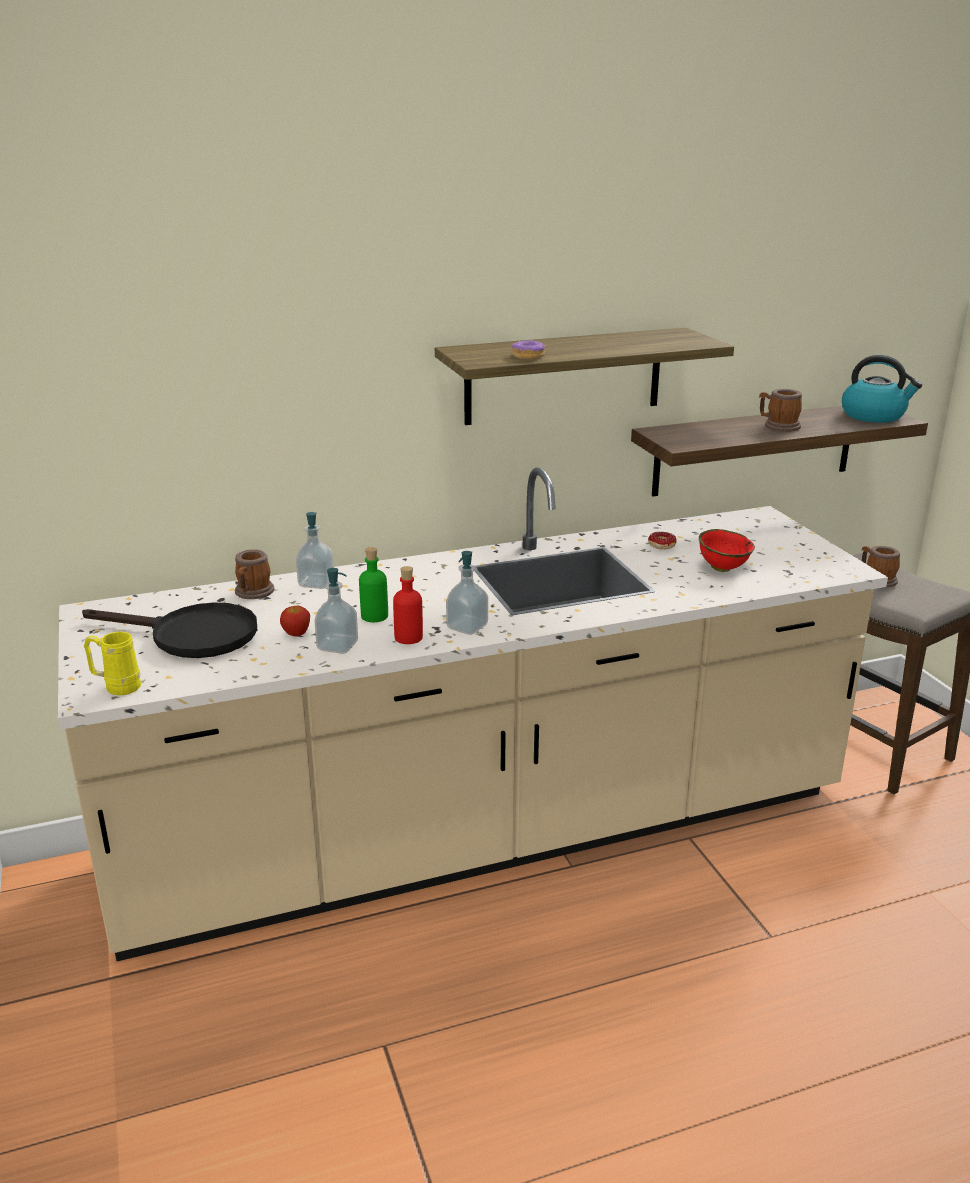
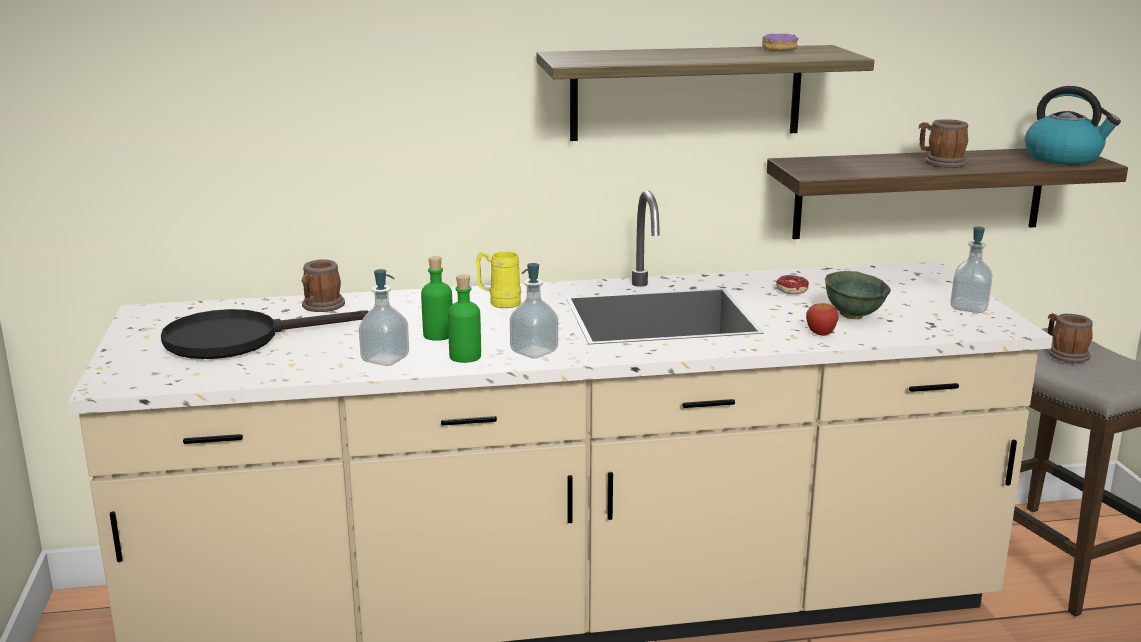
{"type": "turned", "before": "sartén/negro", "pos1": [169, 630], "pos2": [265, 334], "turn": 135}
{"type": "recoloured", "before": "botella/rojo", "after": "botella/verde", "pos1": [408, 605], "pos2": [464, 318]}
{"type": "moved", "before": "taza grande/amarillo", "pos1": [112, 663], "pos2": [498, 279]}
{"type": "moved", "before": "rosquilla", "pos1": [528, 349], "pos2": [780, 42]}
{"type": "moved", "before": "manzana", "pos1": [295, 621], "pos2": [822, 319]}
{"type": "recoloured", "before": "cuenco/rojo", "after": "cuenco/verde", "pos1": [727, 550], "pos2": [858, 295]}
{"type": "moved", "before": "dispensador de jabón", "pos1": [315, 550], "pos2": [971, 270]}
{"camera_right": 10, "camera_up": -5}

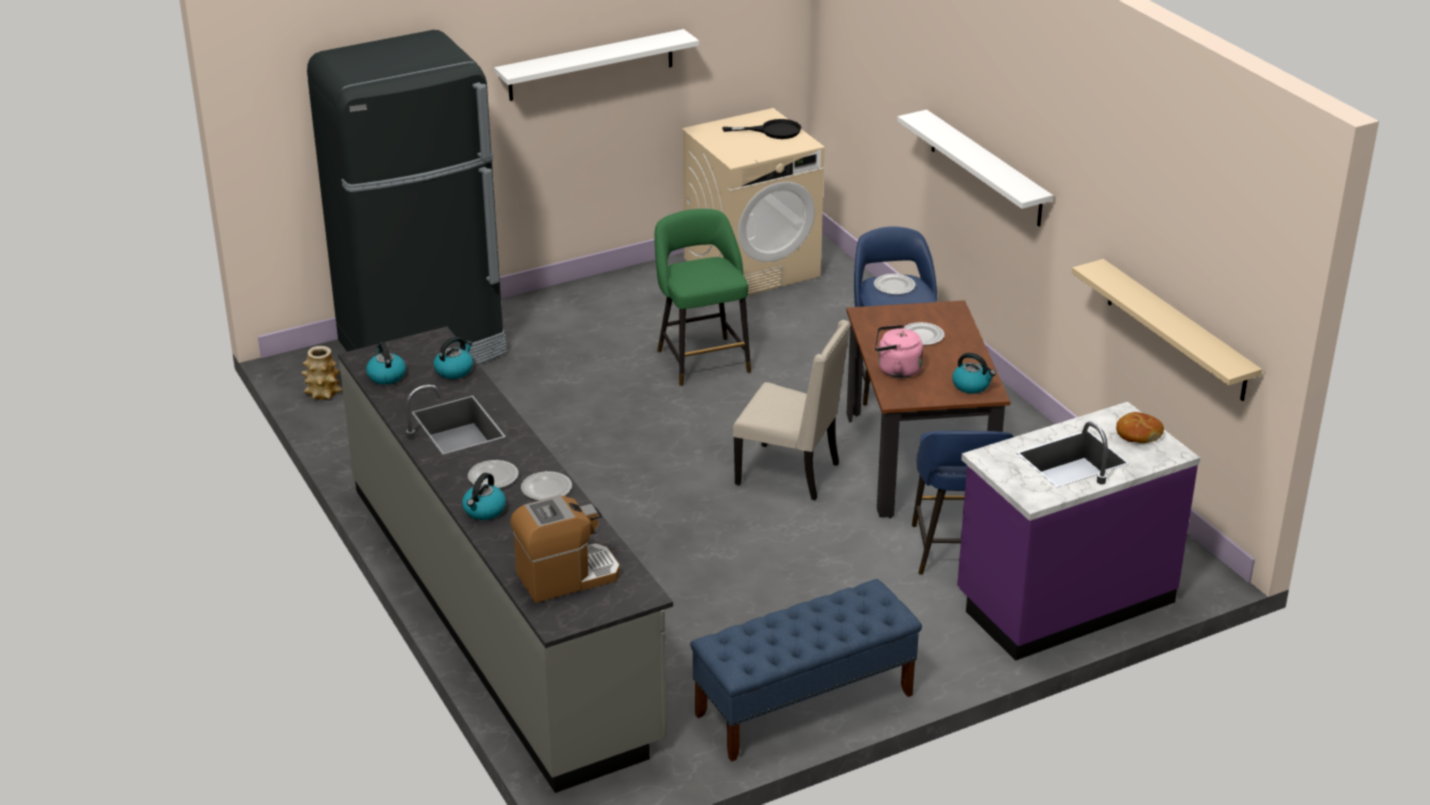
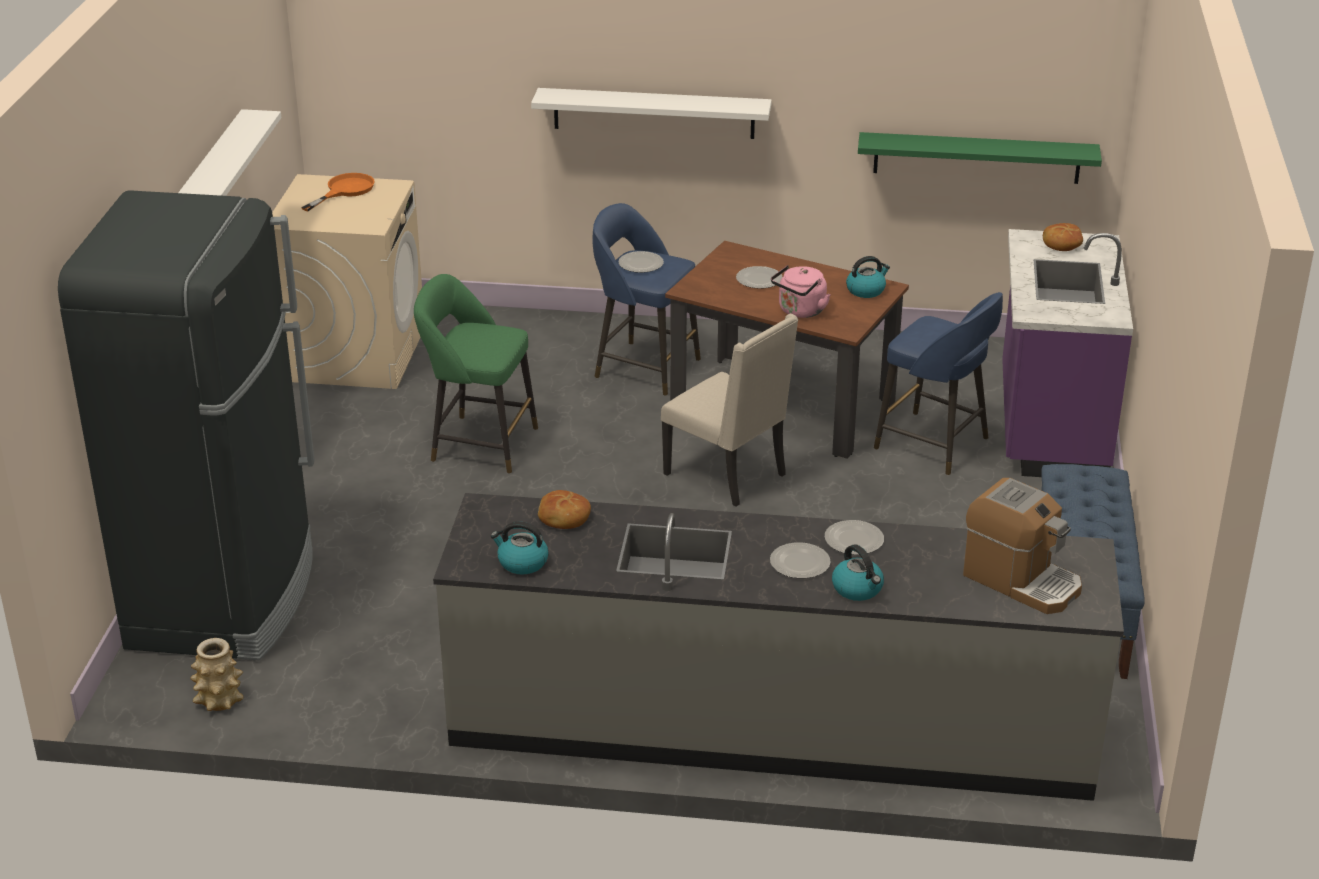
{"type": "recoloured", "before": "sartén/negro", "after": "sartén/naranja", "pos1": [761, 129], "pos2": [337, 192]}
{"type": "replaced", "before": "hervidor", "after": "pan", "pos1": [453, 358], "pos2": [564, 509]}
{"type": "turned", "before": "silla/beis", "pos1": [792, 410], "pos2": [729, 410], "turn": 75}
{"type": "recoloured", "before": "estante/beis", "after": "estante/verde", "pos1": [1167, 330], "pos2": [980, 158]}
{"type": "turned", "before": "cafetera", "pos1": [565, 549], "pos2": [1022, 546], "turn": 120}
{"camera_right": -55, "camera_up": 0}

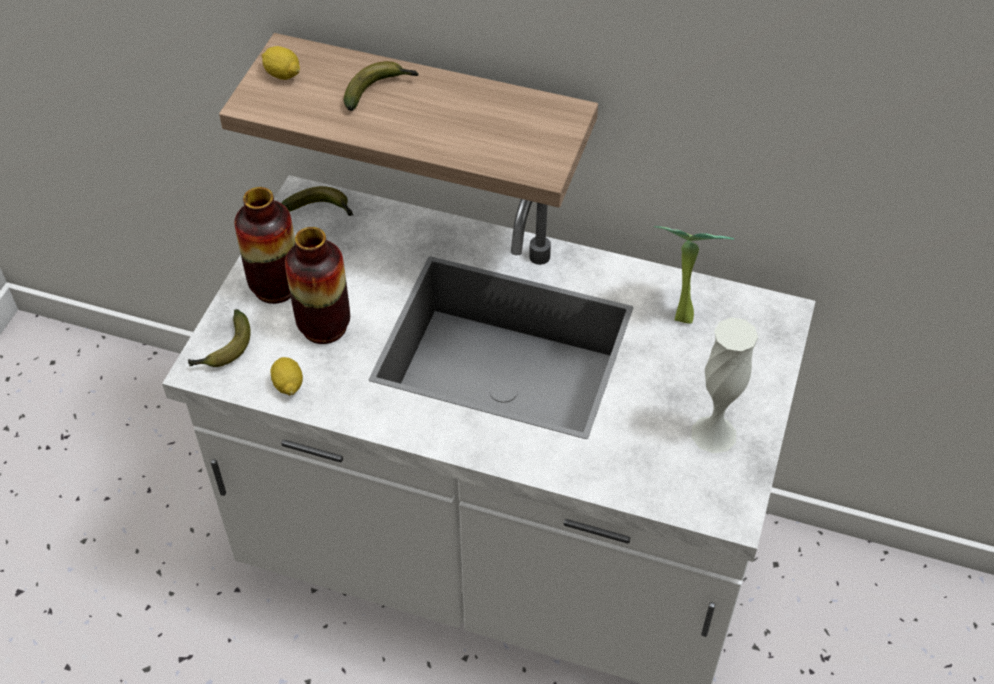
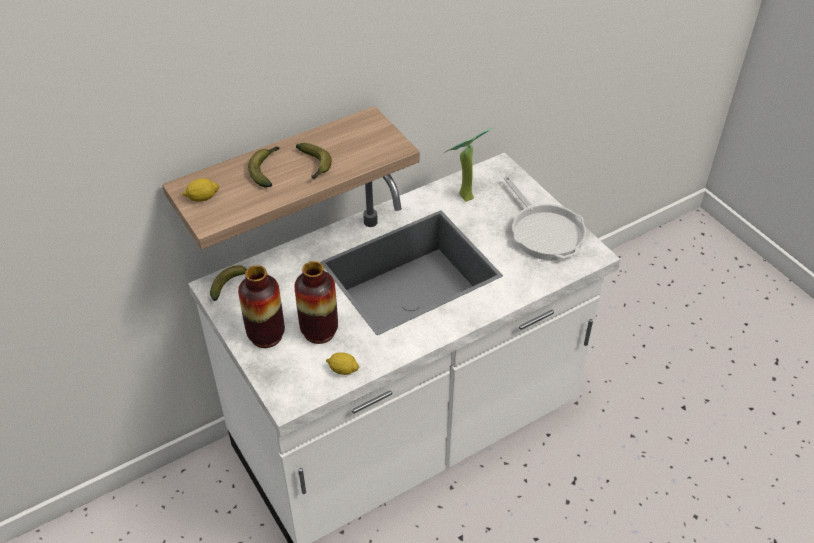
{"type": "moved", "before": "plátano", "pos1": [219, 338], "pos2": [314, 161]}
{"type": "replaced", "before": "florero/blanco", "after": "sartén", "pos1": [724, 385], "pos2": [545, 218]}
{"camera_right": -50, "camera_up": -5}

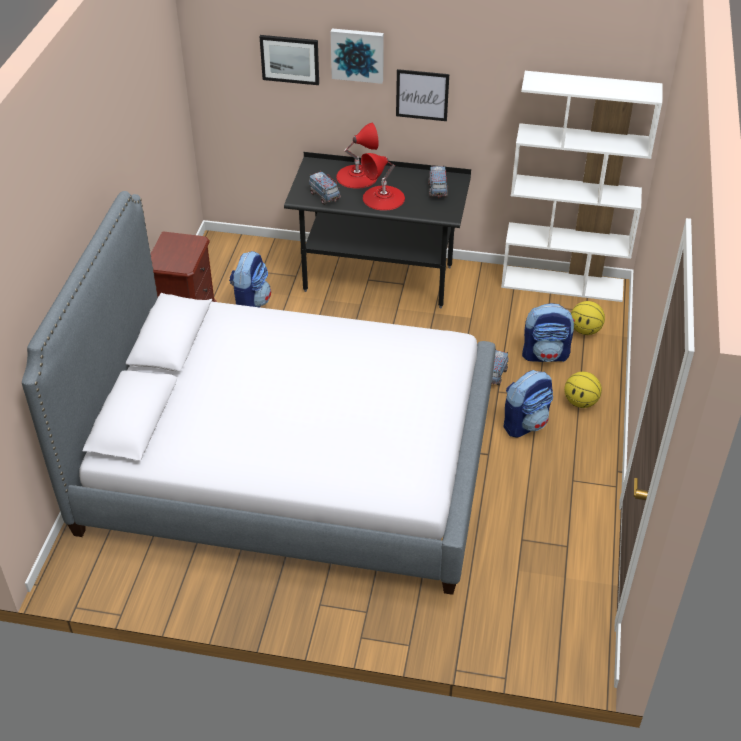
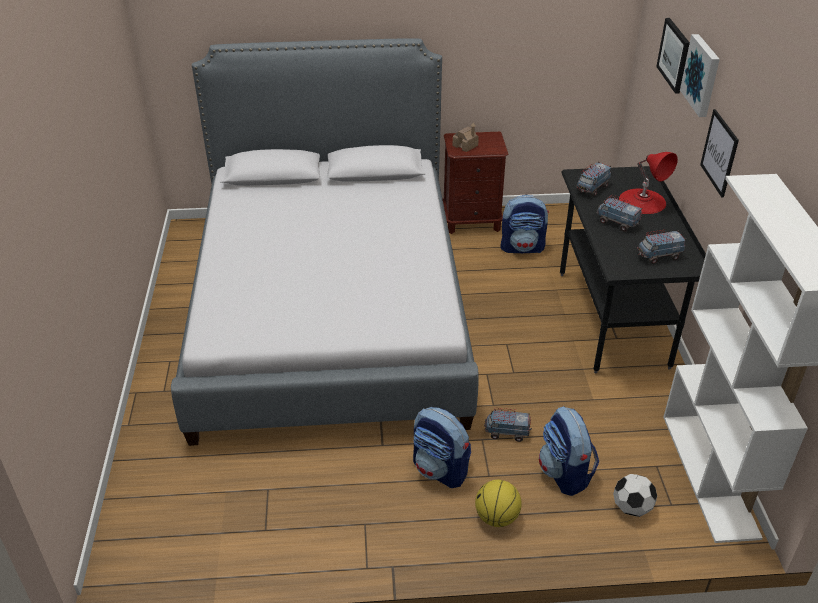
{"type": "added", "after": "casita", "pos2": [466, 137]}
{"type": "replaced", "before": "lámpara de mesa/rojo", "after": "camión de juguete", "pos1": [383, 182], "pos2": [619, 213]}
{"type": "replaced", "before": "balón de baloncesto", "after": "balón de fútbol", "pos1": [588, 318], "pos2": [635, 495]}
{"camera_right": 75, "camera_up": -5}

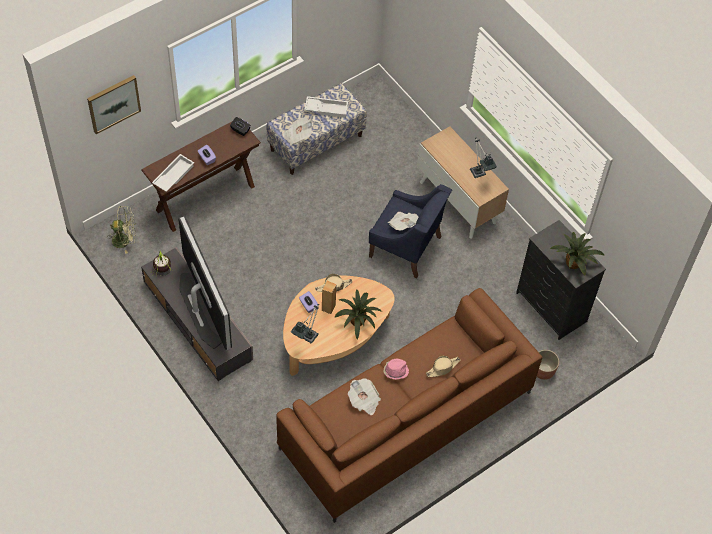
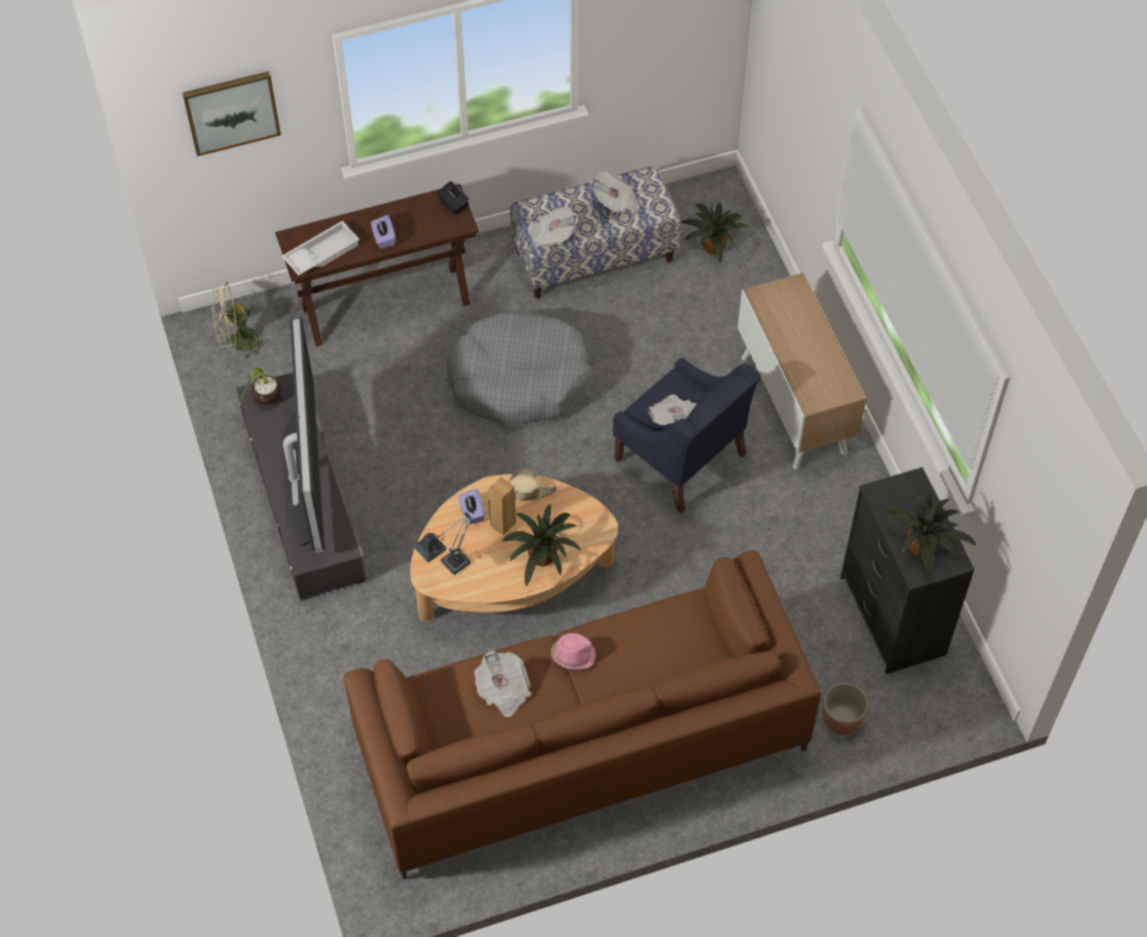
{"type": "turned", "before": "ventilador/verde", "pos1": [121, 230], "pos2": [240, 321], "turn": 150}
{"type": "added", "after": "cama para perro/gris", "pos2": [519, 367]}
{"type": "replaced", "before": "bandeja/blanco", "after": "periódico", "pos1": [326, 106], "pos2": [615, 192]}
{"type": "added", "after": "planta en maceta", "pos2": [715, 233]}
{"type": "removed", "before": "sombrero/beis", "pos1": [443, 366]}
{"type": "removed", "before": "lámpara de mesa", "pos1": [483, 157]}
{"camera_right": 20, "camera_up": 0}

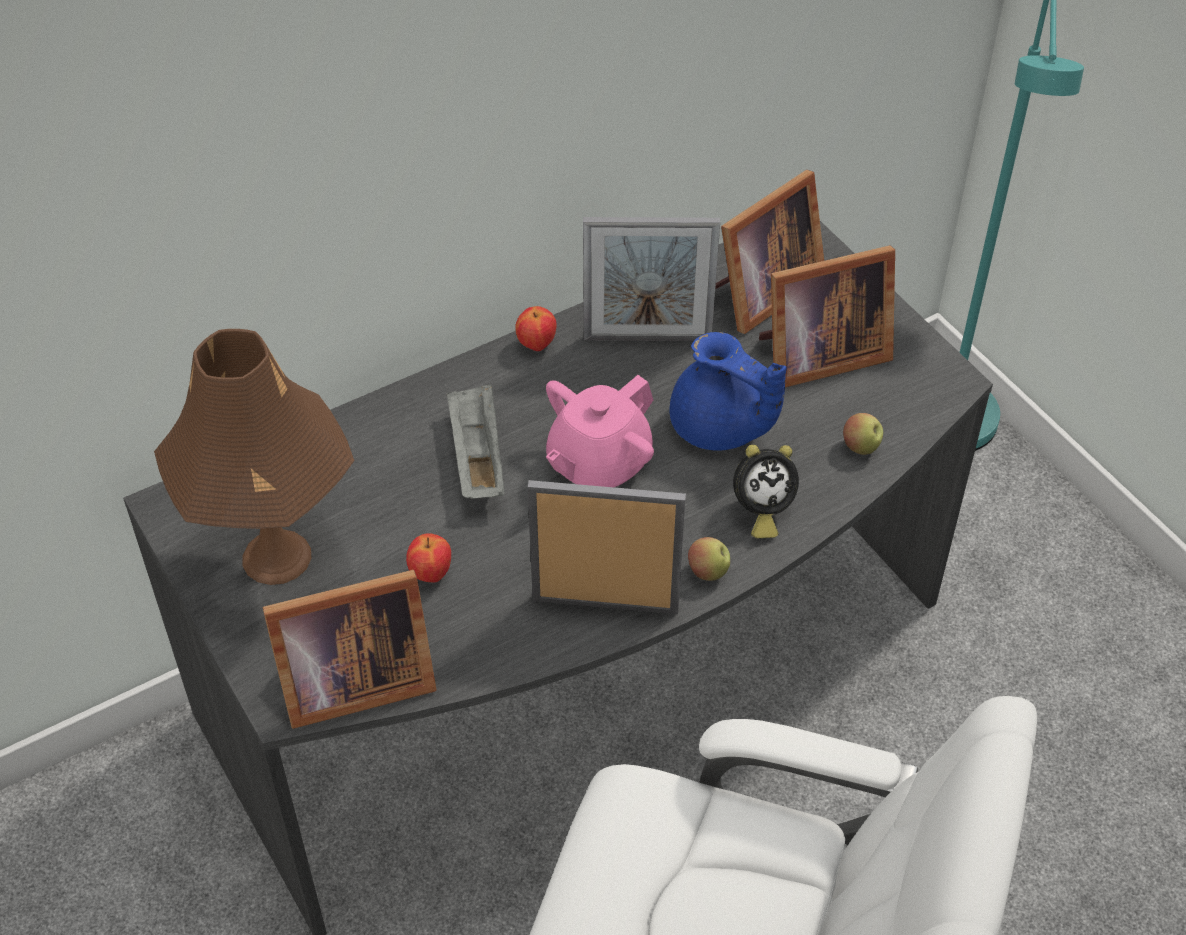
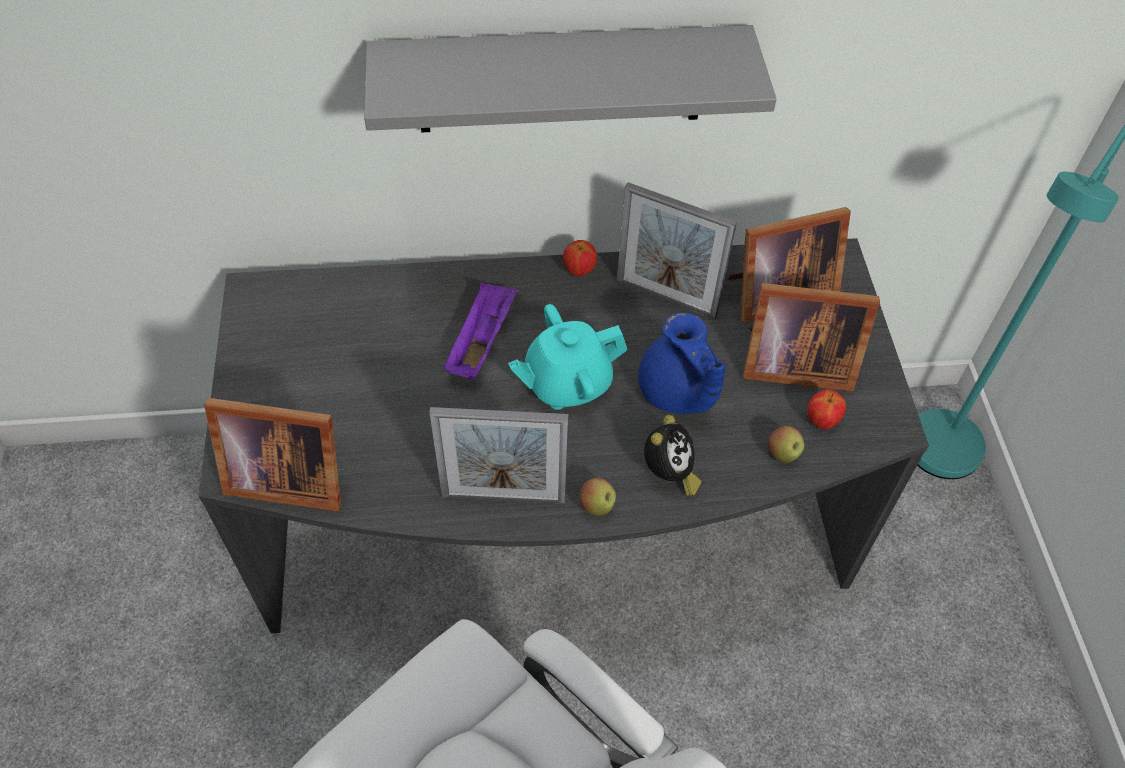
{"type": "added", "after": "estante/gris", "pos2": [570, 79]}
{"type": "turned", "before": "portarretratos", "pos1": [607, 547], "pos2": [498, 455], "turn": 150}
{"type": "recoloured", "before": "bandeja/gris", "after": "bandeja/morado", "pos1": [475, 441], "pos2": [481, 331]}
{"type": "recoloured", "before": "tetera/rosa", "after": "tetera/turquesa", "pos1": [600, 431], "pos2": [568, 357]}
{"type": "turned", "before": "despertador", "pos1": [766, 491], "pos2": [672, 455], "turn": -75}
{"type": "moved", "before": "manzana", "pos1": [428, 558], "pos2": [826, 409]}
{"type": "removed", "before": "lámpara de mesa/marrón", "pos1": [254, 457]}
{"camera_right": 25, "camera_up": 5}

